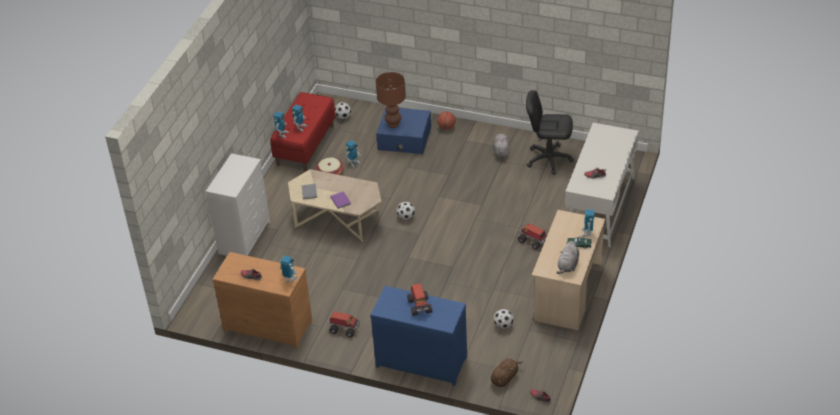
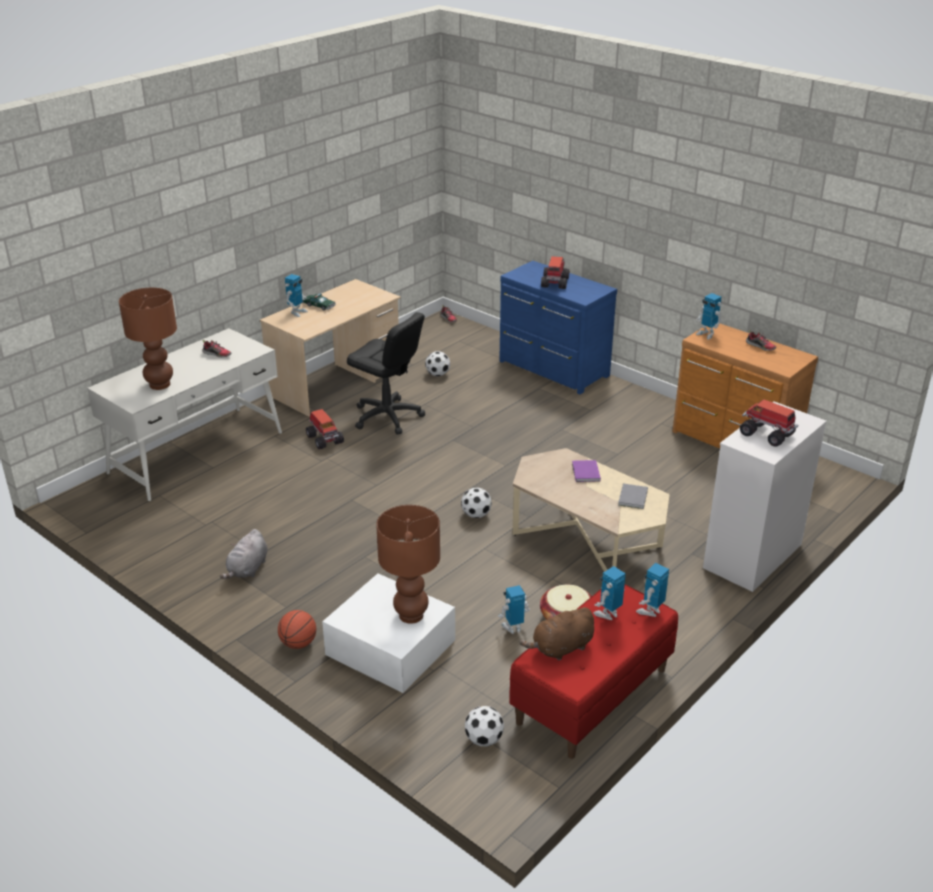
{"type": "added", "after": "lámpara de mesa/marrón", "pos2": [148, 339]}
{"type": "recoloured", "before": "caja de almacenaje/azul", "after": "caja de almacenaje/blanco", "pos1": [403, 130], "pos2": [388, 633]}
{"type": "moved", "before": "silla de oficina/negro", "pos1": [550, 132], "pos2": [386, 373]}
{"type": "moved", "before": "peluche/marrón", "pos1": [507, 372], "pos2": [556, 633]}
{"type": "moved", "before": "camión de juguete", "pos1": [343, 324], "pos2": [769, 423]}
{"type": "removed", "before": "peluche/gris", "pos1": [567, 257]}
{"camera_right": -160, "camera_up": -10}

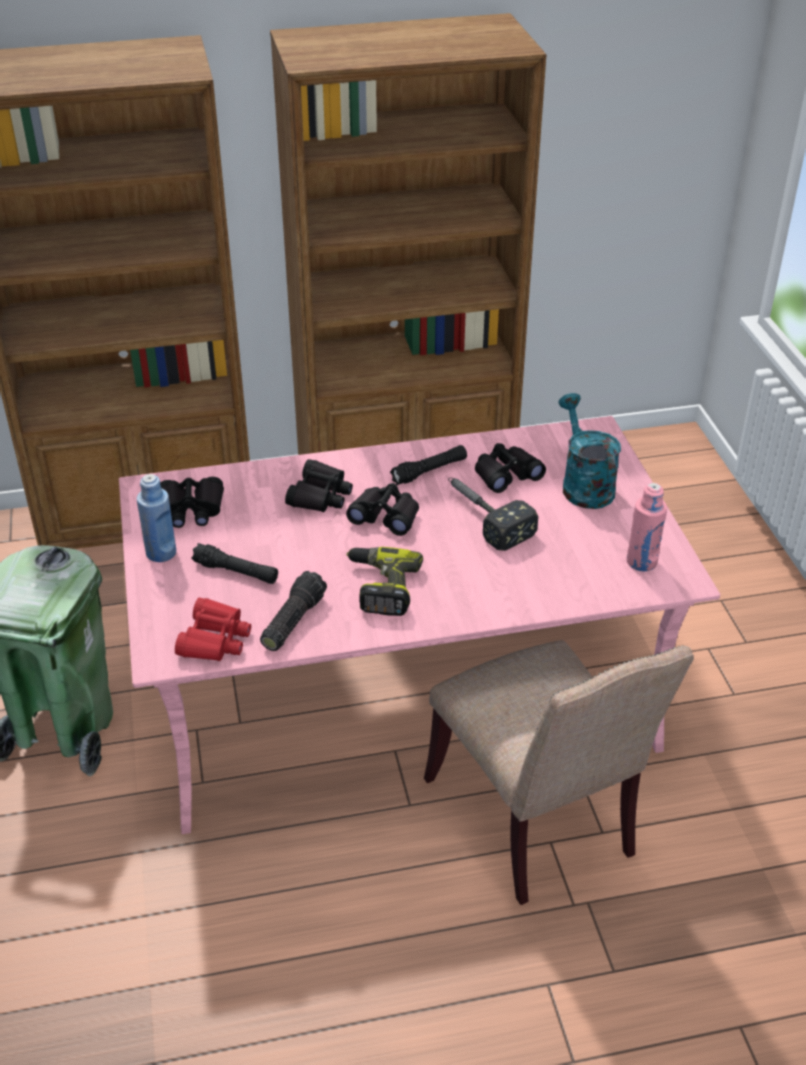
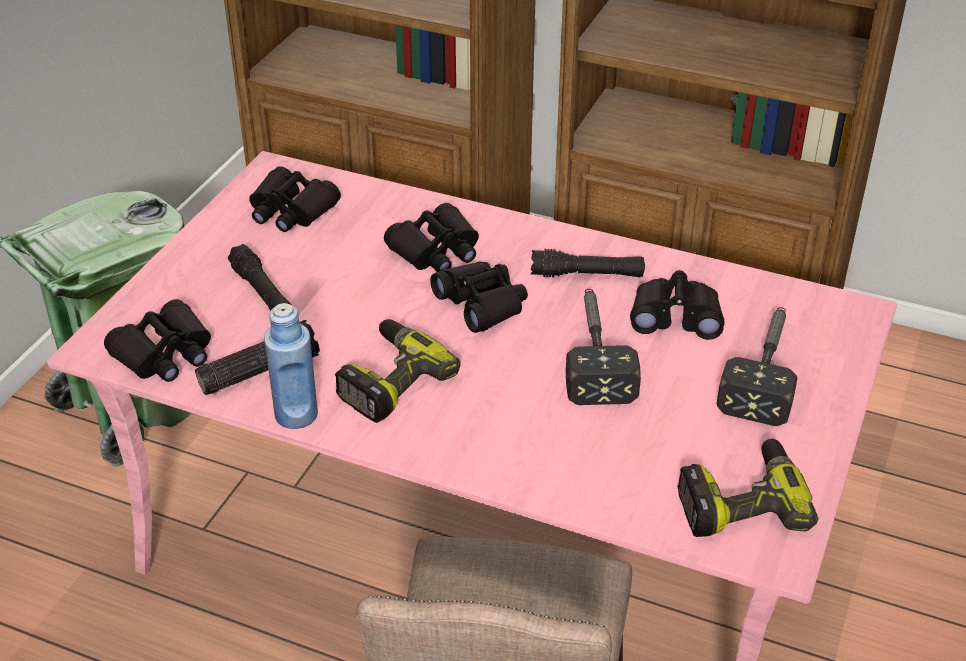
{"type": "recoloured", "before": "prismáticos/rojo", "after": "prismáticos/negro", "pos1": [213, 629], "pos2": [157, 340]}
{"type": "moved", "before": "botella/azul", "pos1": [156, 518], "pos2": [291, 366]}
{"type": "replaced", "before": "botella/rosa", "after": "taladro", "pos1": [647, 527], "pos2": [748, 488]}
{"type": "replaced", "before": "regadera/turquesa", "after": "martillo", "pos1": [589, 451], "pos2": [757, 366]}
{"camera_right": 35, "camera_up": 0}

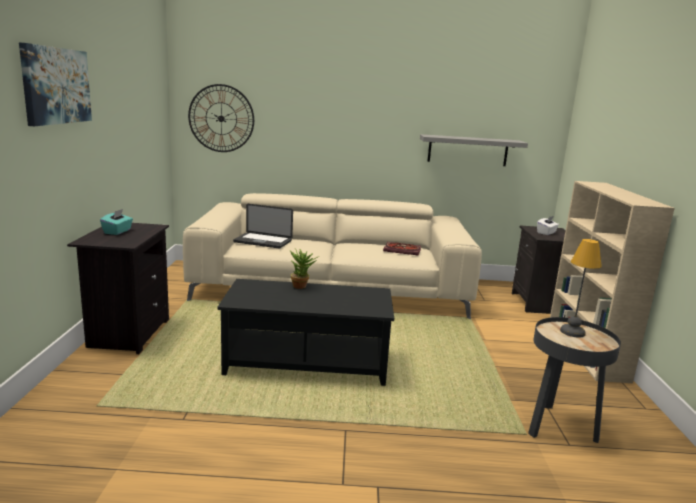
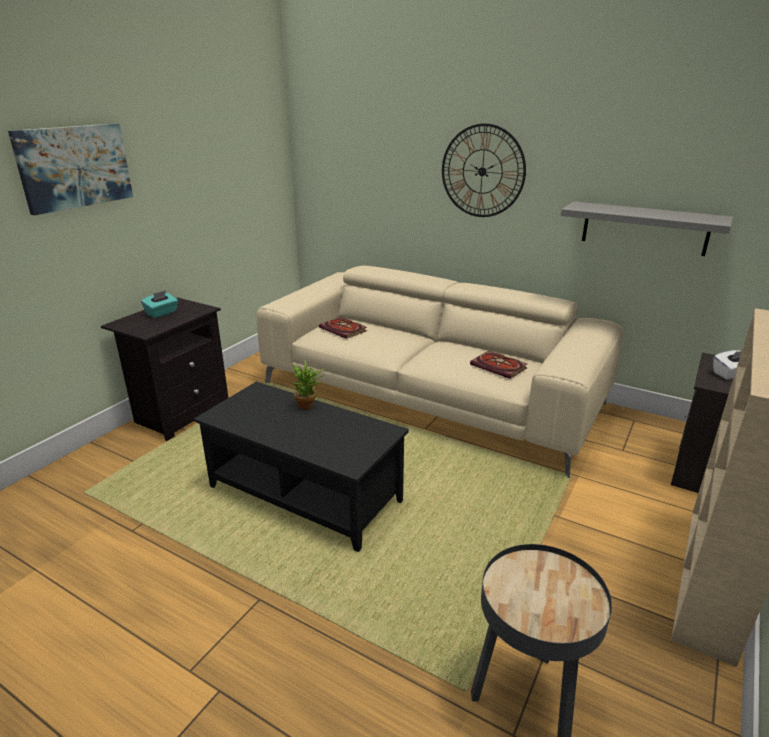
{"type": "replaced", "before": "portátil", "after": "libro", "pos1": [263, 226], "pos2": [343, 328]}
{"type": "moved", "before": "reloj de pared", "pos1": [221, 118], "pos2": [484, 170]}
{"type": "removed", "before": "lámpara de mesa", "pos1": [581, 288]}
{"camera_right": 30, "camera_up": 10}

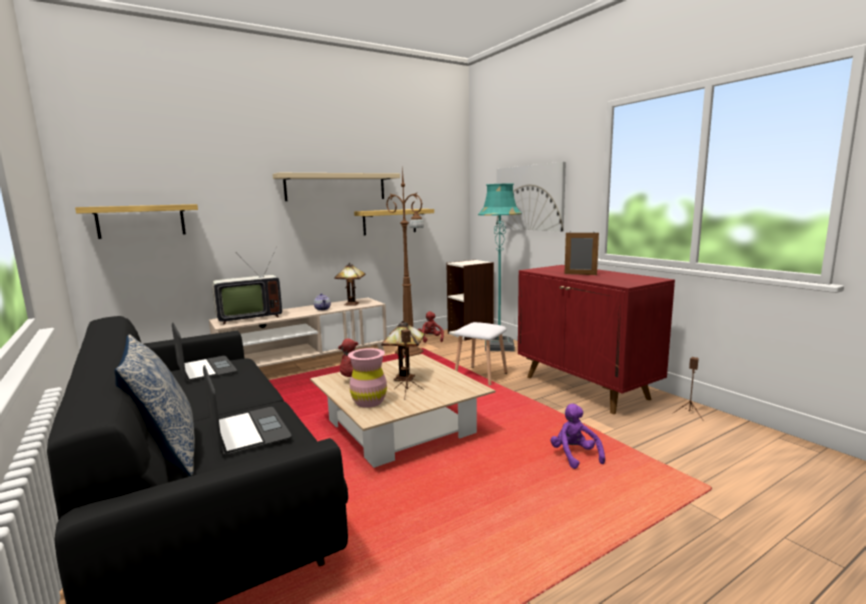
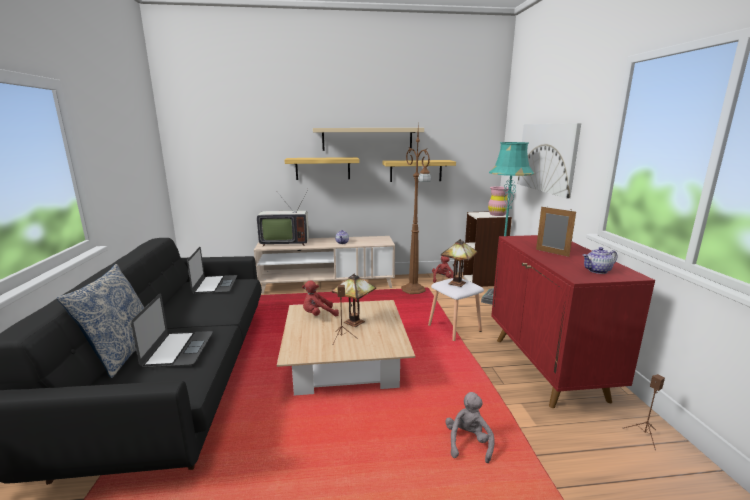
{"type": "moved", "before": "estante", "pos1": [136, 221], "pos2": [322, 168]}
{"type": "moved", "before": "lámpara de mesa", "pos1": [349, 284], "pos2": [459, 263]}
{"type": "recoloured", "before": "peluche/morado", "after": "peluche/gris", "pos1": [577, 436], "pos2": [469, 427]}
{"type": "moved", "before": "florero/rosa", "pos1": [367, 378], "pos2": [498, 201]}
{"type": "added", "after": "tetera", "pos2": [599, 260]}
{"camera_right": 25, "camera_up": 5}

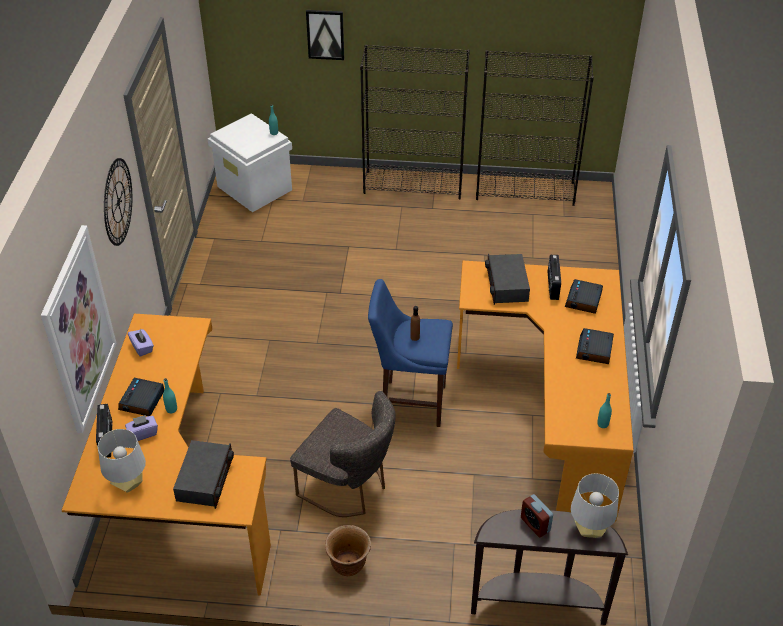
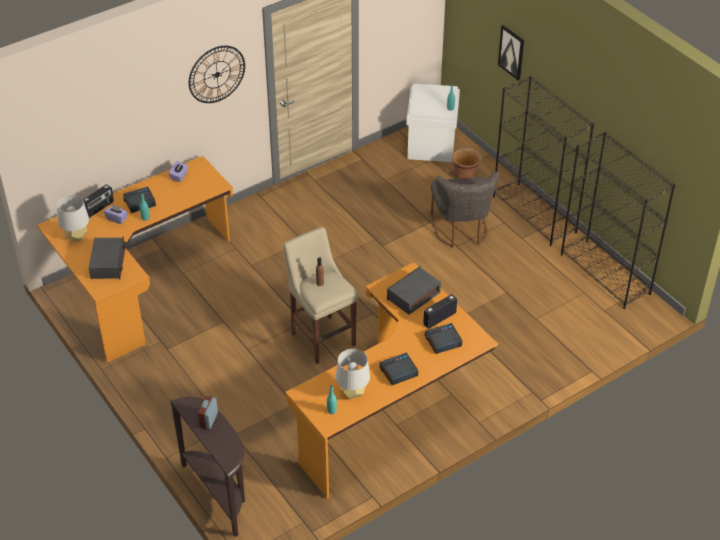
{"type": "turned", "before": "radio", "pos1": [203, 474], "pos2": [107, 258], "turn": -60}
{"type": "recoloured", "before": "taburete/azul", "after": "taburete/beis", "pos1": [410, 353], "pos2": [321, 295]}
{"type": "moved", "before": "lámpara de mesa/gris", "pos1": [595, 505], "pos2": [353, 374]}
{"type": "moved", "before": "silla/gris", "pos1": [343, 454], "pos2": [465, 209]}
{"type": "moved", "before": "maceta/marrón", "pos1": [348, 550], "pos2": [467, 163]}
{"type": "removed", "before": "cuadro", "pos1": [78, 329]}
{"camera_right": 50, "camera_up": 0}

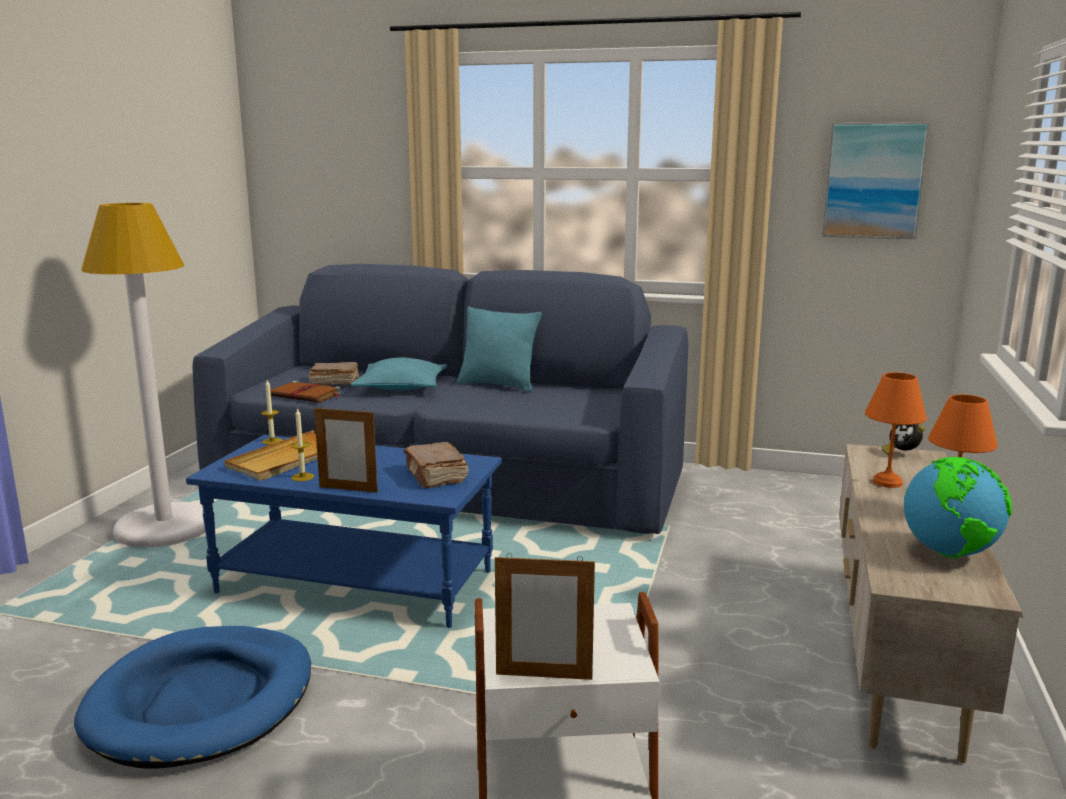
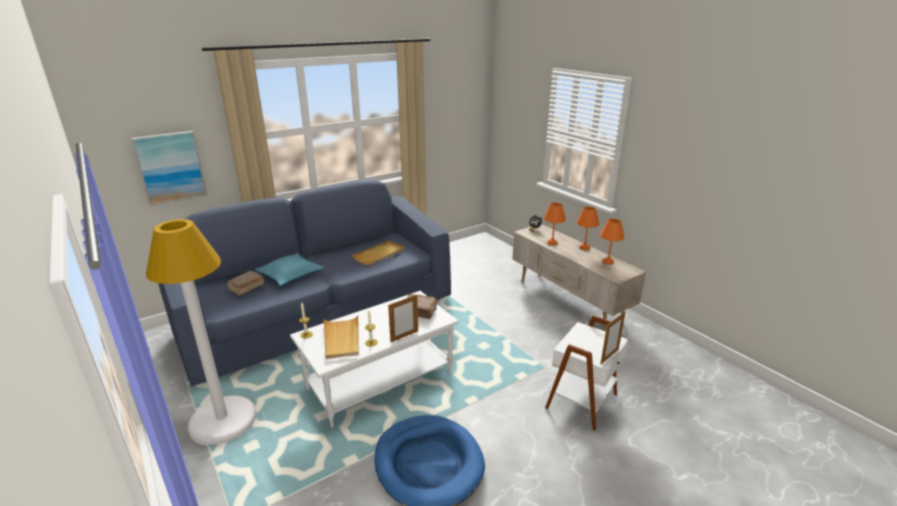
{"type": "moved", "before": "cuadro", "pos1": [876, 180], "pos2": [169, 168]}
{"type": "recoloured", "before": "mesa de centro/azul", "after": "mesa de centro/blanco", "pos1": [344, 531], "pos2": [374, 359]}
{"type": "added", "after": "bandeja/beis", "pos2": [378, 253]}
{"type": "replaced", "before": "globo terráqueo", "after": "lámpara de mesa/naranja", "pos1": [958, 508], "pos2": [612, 242]}
{"type": "removed", "before": "libro/marrón", "pos1": [305, 391]}
{"type": "removed", "before": "cojín/turquesa", "pos1": [499, 349]}
{"camera_right": -50, "camera_up": 10}

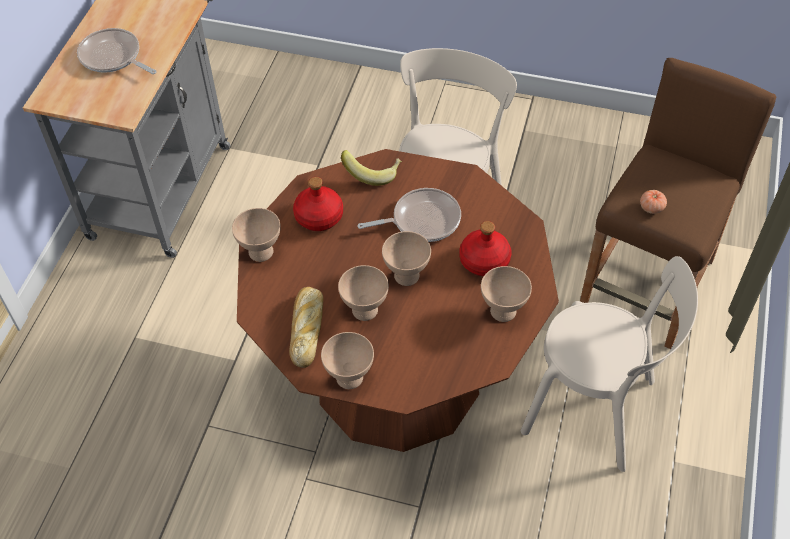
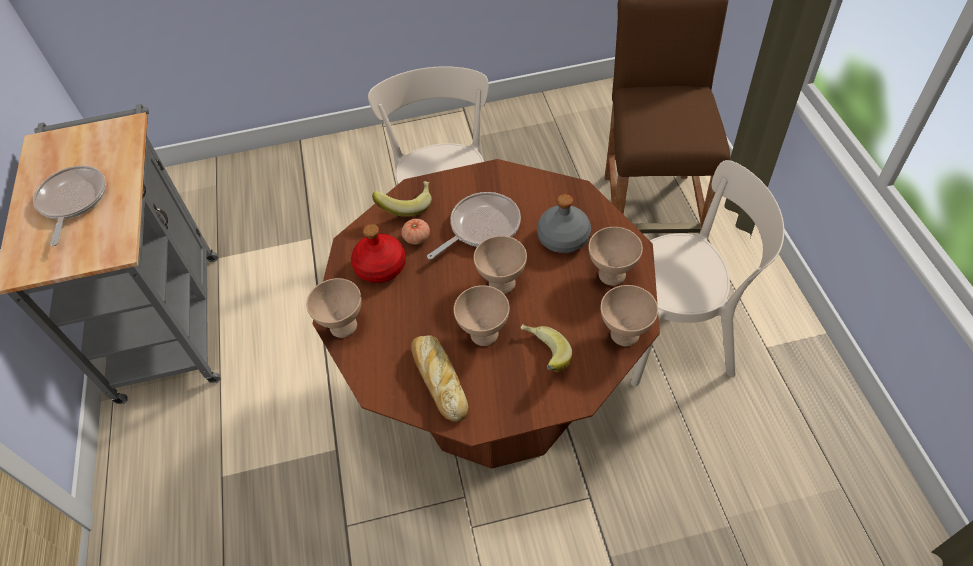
{"type": "turned", "before": "sartén", "pos1": [117, 51], "pos2": [69, 205], "turn": 75}
{"type": "moved", "before": "tomate", "pos1": [653, 202], "pos2": [416, 232]}
{"type": "added", "after": "plátano", "pos2": [546, 348]}
{"type": "recoloured", "before": "botella/rojo", "after": "botella/gris", "pos1": [485, 249], "pos2": [564, 223]}
{"type": "moved", "before": "cuenco/beis", "pos1": [347, 360], "pos2": [629, 315]}
{"camera_right": -25, "camera_up": 0}

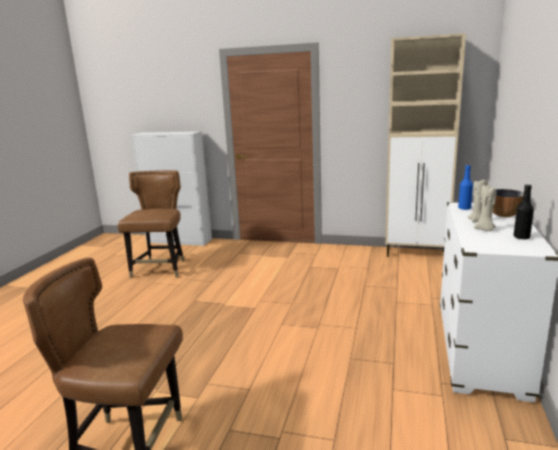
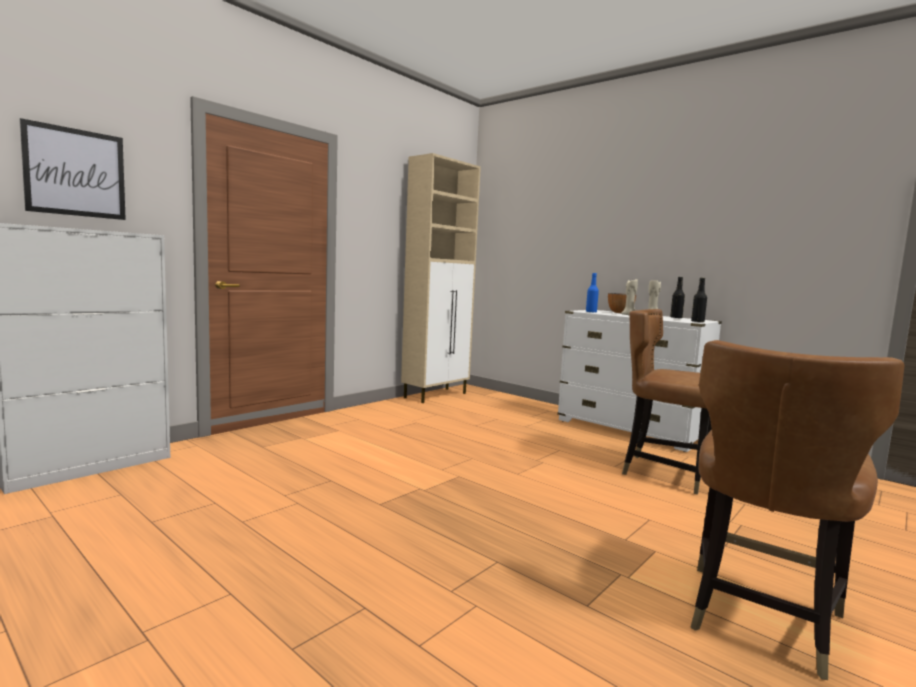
{"type": "added", "after": "cuadro", "pos2": [72, 169]}
{"type": "moved", "before": "silla/marrón", "pos1": [151, 224], "pos2": [667, 402]}
{"type": "added", "after": "botella/negro", "pos2": [699, 300]}
{"camera_right": -65, "camera_up": -10}

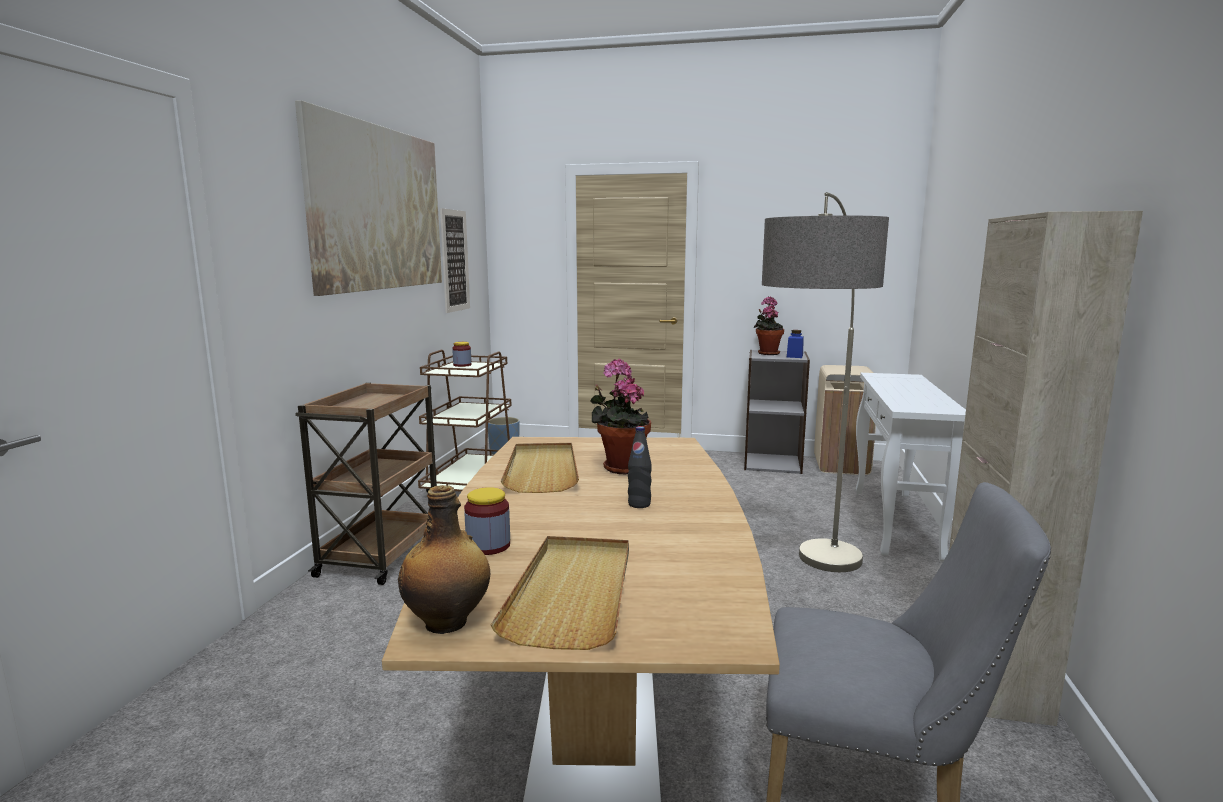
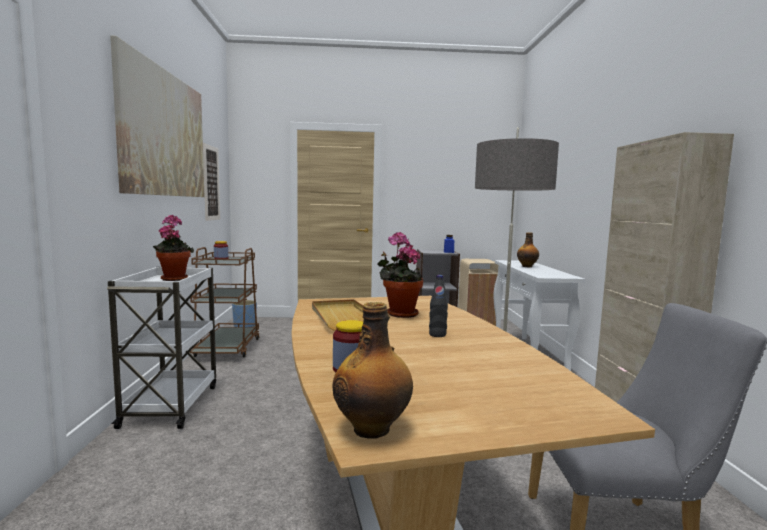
{"type": "recoloured", "before": "carrito/marrón", "after": "carrito/blanco", "pos1": [366, 483], "pos2": [161, 348]}
{"type": "moved", "before": "planta en maceta", "pos1": [769, 325], "pos2": [173, 248]}
{"type": "added", "after": "botella", "pos2": [528, 249]}
{"type": "removed", "before": "bandeja/beis", "pos1": [559, 593]}
{"camera_right": -15, "camera_up": -5}

